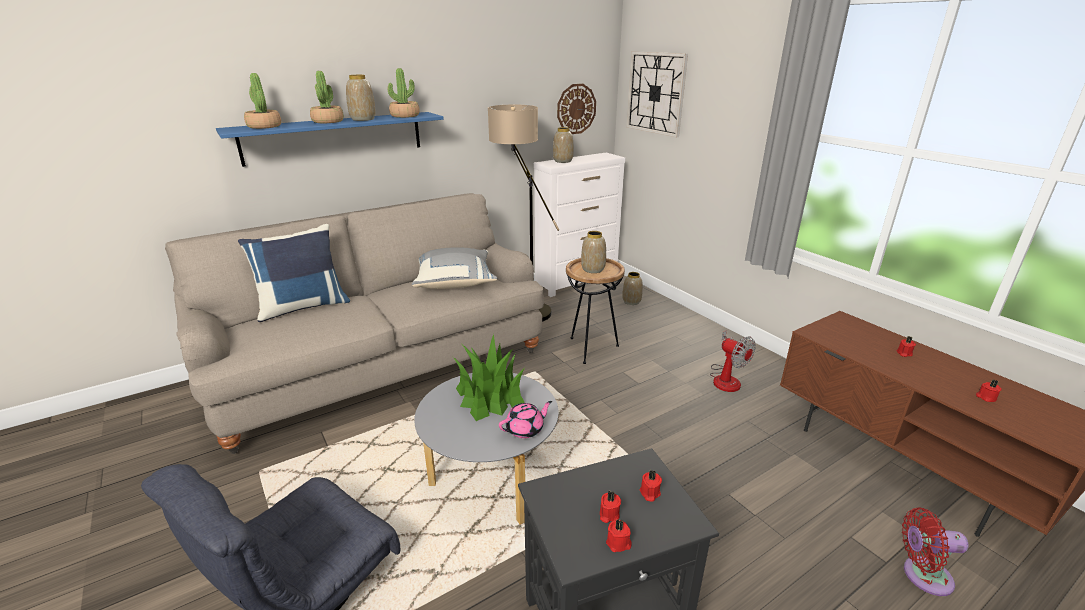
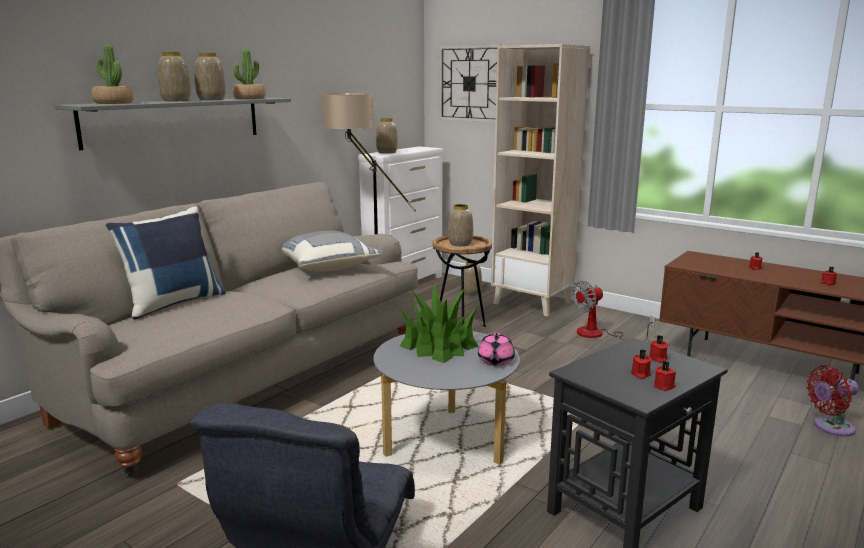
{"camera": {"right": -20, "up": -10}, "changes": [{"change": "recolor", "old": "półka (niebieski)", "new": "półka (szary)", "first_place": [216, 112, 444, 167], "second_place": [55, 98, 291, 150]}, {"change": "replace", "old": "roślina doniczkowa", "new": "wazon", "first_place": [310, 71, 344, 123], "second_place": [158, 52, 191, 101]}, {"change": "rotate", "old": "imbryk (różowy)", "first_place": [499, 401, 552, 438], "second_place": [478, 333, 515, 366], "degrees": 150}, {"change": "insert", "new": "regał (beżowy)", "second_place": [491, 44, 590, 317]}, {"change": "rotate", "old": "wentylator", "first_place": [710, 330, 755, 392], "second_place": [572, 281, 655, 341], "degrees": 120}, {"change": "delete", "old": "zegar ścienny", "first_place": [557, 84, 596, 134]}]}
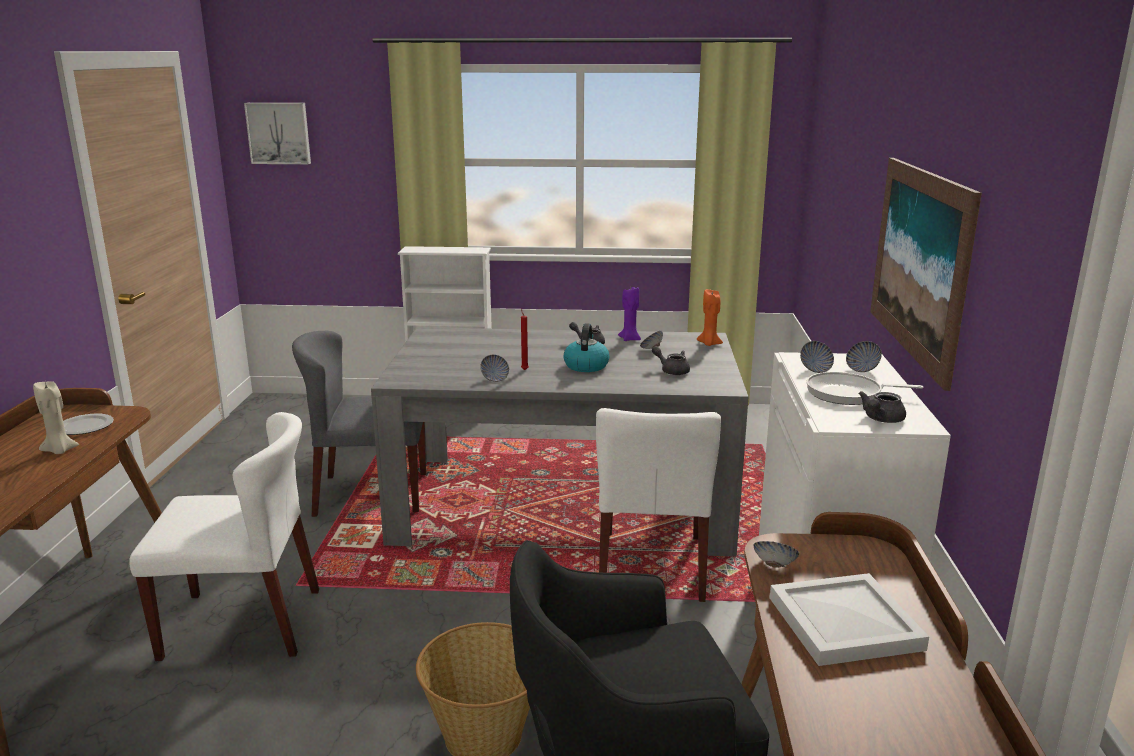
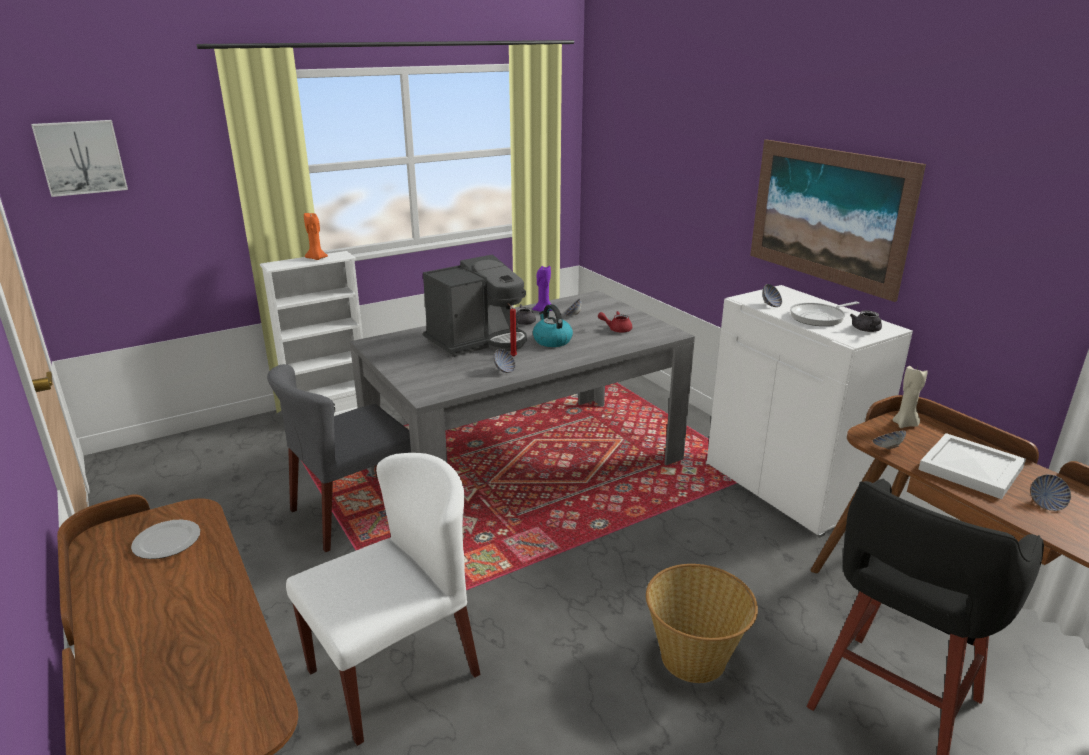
{"camera": {"right": -35, "up": 5}, "changes": [{"change": "move", "old": "świeca (pomarańczowy)", "first_place": [697, 289, 723, 346], "second_place": [304, 213, 328, 260]}, {"change": "insert", "new": "ekspres do kawy", "second_place": [423, 254, 527, 357]}, {"change": "recolor", "old": "imbryk (szary)", "new": "imbryk (czerwony)", "first_place": [652, 346, 690, 375], "second_place": [598, 311, 632, 333]}, {"change": "move", "old": "świeca (beżowy)", "first_place": [33, 381, 79, 454], "second_place": [893, 366, 928, 428]}, {"change": "move", "old": "miska", "first_place": [846, 341, 882, 372], "second_place": [1031, 474, 1071, 511]}, {"change": "delete", "old": "krzesło (biały)", "first_place": [596, 408, 721, 602]}]}
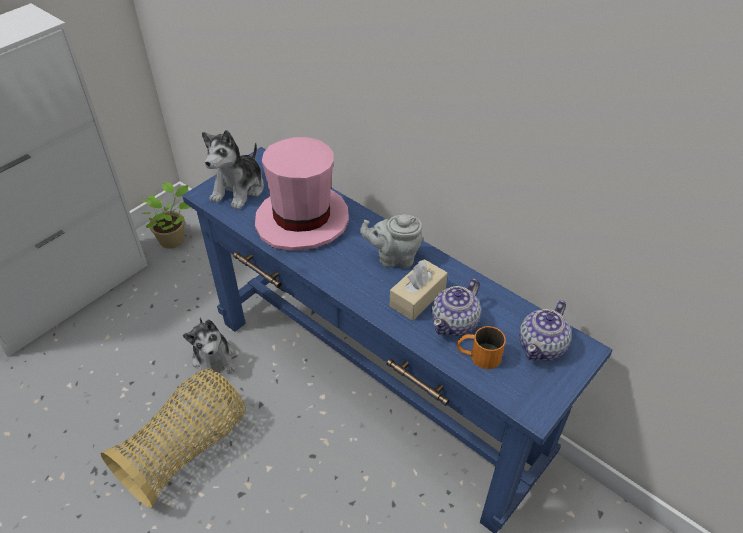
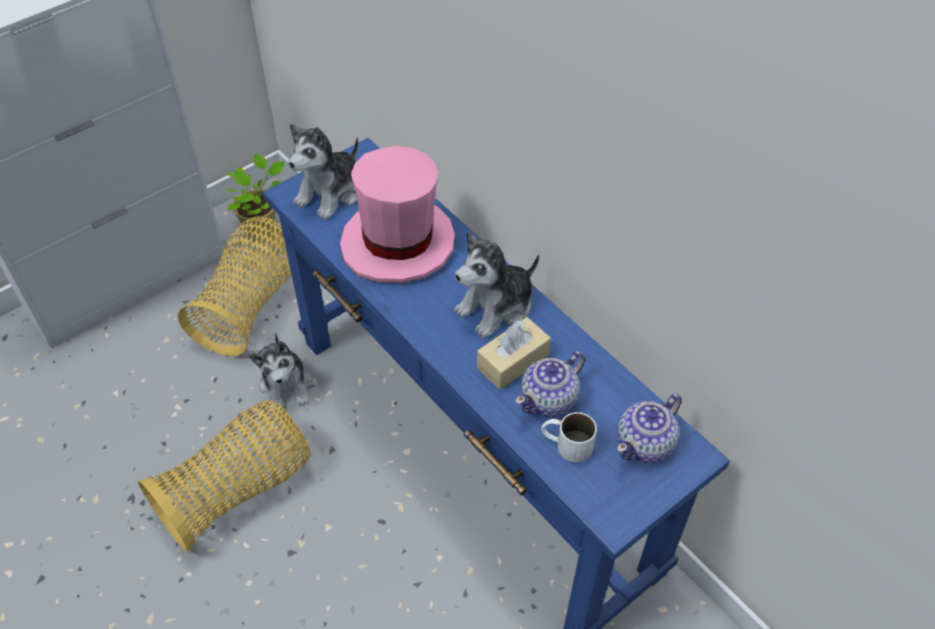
{"camera": {"right": 10, "up": 5}, "changes": [{"change": "insert", "new": "koszyk", "second_place": [178, 216, 291, 356]}, {"change": "replace", "old": "imbryk (szary)", "new": "pluszak", "first_place": [360, 214, 423, 268], "second_place": [454, 231, 539, 338]}, {"change": "recolor", "old": "kubek (pomarańczowy)", "new": "kubek (biały)", "first_place": [457, 326, 506, 369], "second_place": [541, 412, 597, 462]}]}
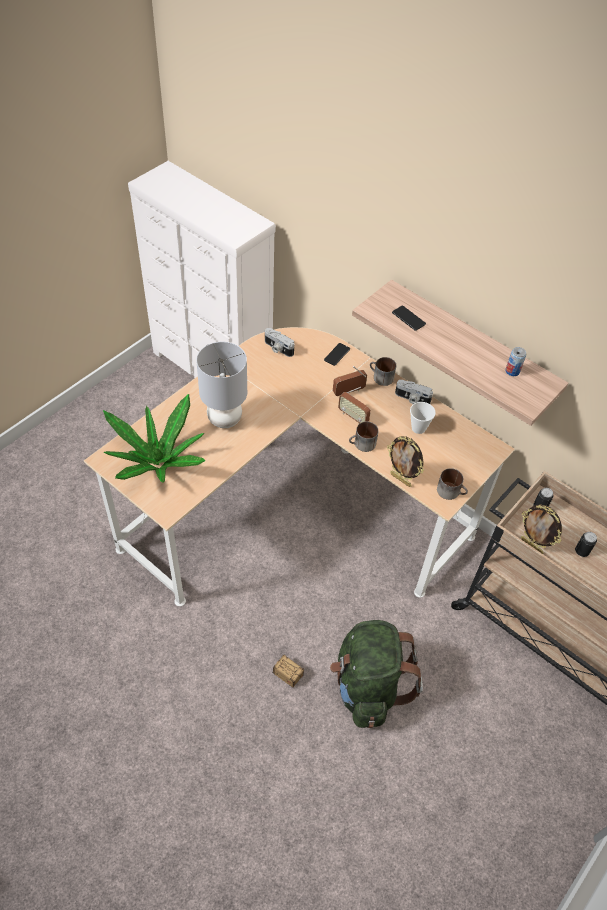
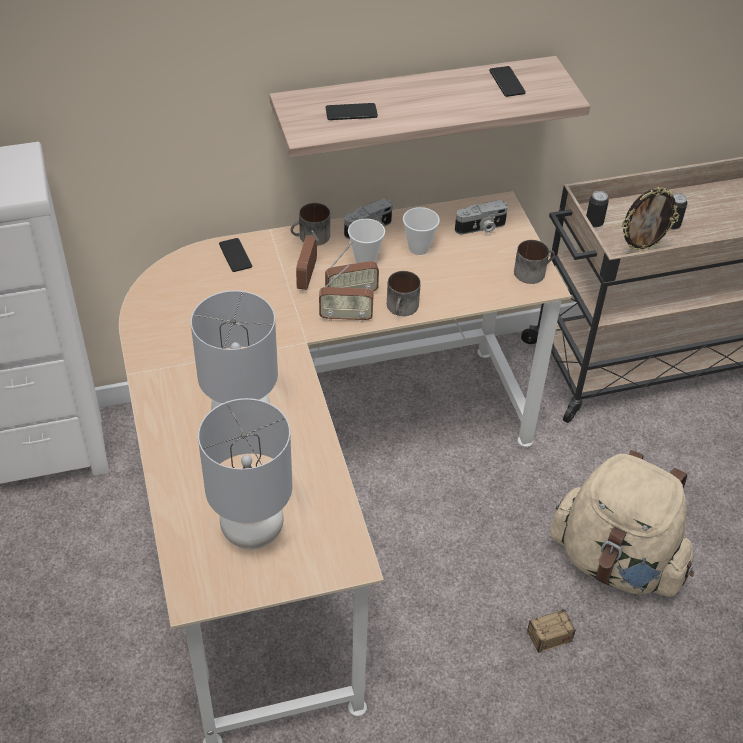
{"camera": {"right": -55, "up": -5}, "changes": [{"change": "replace", "old": "roślina doniczkowa", "new": "lampa stołowa (szary)", "first_place": [103, 394, 206, 483], "second_place": [198, 398, 293, 550]}, {"change": "insert", "new": "radio", "second_place": [319, 265, 374, 323]}, {"change": "insert", "new": "filiżanka", "second_place": [348, 219, 385, 263]}, {"change": "move", "old": "aparat fotograficzny", "first_place": [265, 328, 294, 357], "second_place": [455, 200, 508, 235]}, {"change": "replace", "old": "puszka", "new": "telefon", "first_place": [505, 347, 526, 376], "second_place": [489, 66, 526, 97]}, {"change": "recolor", "old": "plecak (zielony)", "new": "plecak (beżowy)", "first_place": [330, 620, 423, 728], "second_place": [550, 450, 694, 597]}, {"change": "delete", "old": "ramka na zdjęcie", "first_place": [387, 436, 424, 487]}]}
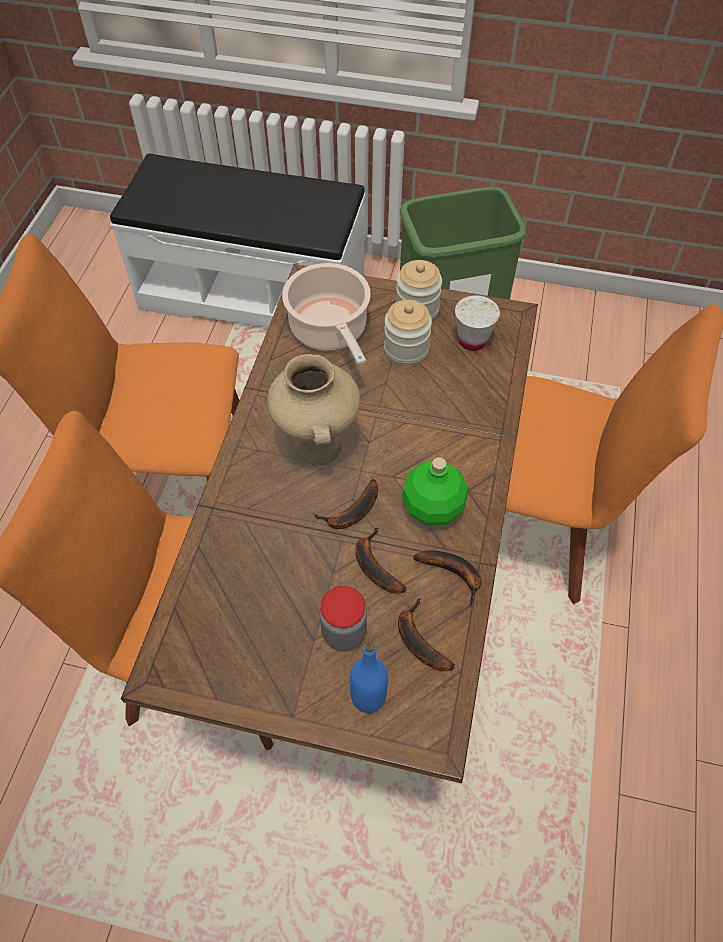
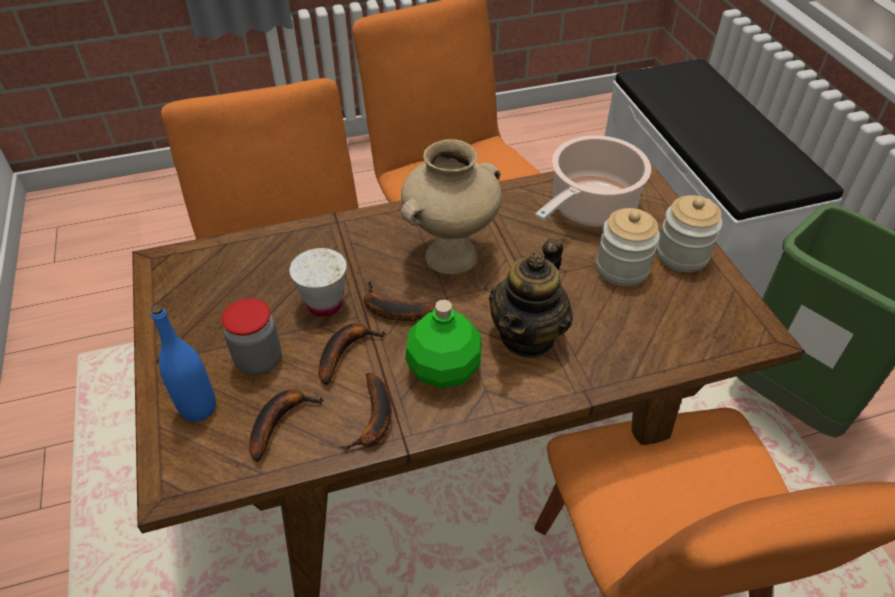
{"camera": {"right": 60, "up": -10}, "changes": [{"change": "move", "old": "filiżanka (biały)", "first_place": [455, 295, 500, 351], "second_place": [289, 248, 347, 317]}, {"change": "insert", "new": "imbryk", "second_place": [489, 238, 573, 358]}]}
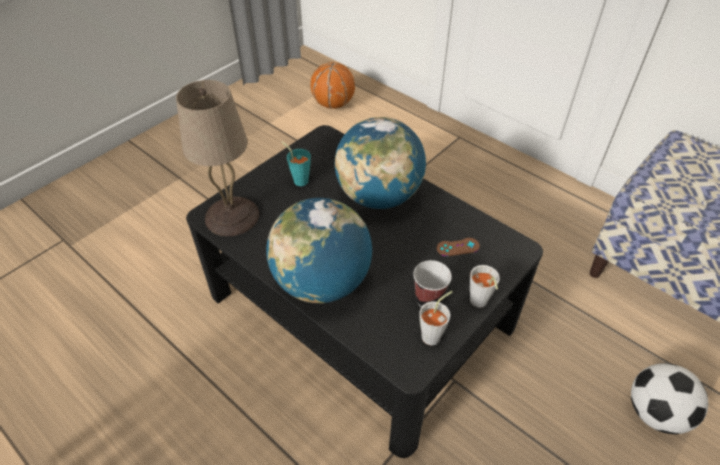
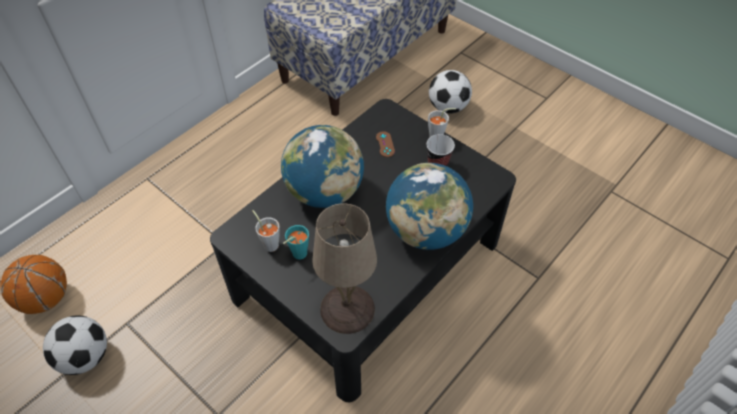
{"camera": {"right": -90, "up": 5}, "changes": [{"change": "insert", "new": "piłka futbolowa", "second_place": [43, 315, 107, 375]}, {"change": "move", "old": "filiżanka (szary)", "first_place": [419, 291, 453, 345], "second_place": [252, 210, 280, 252]}]}
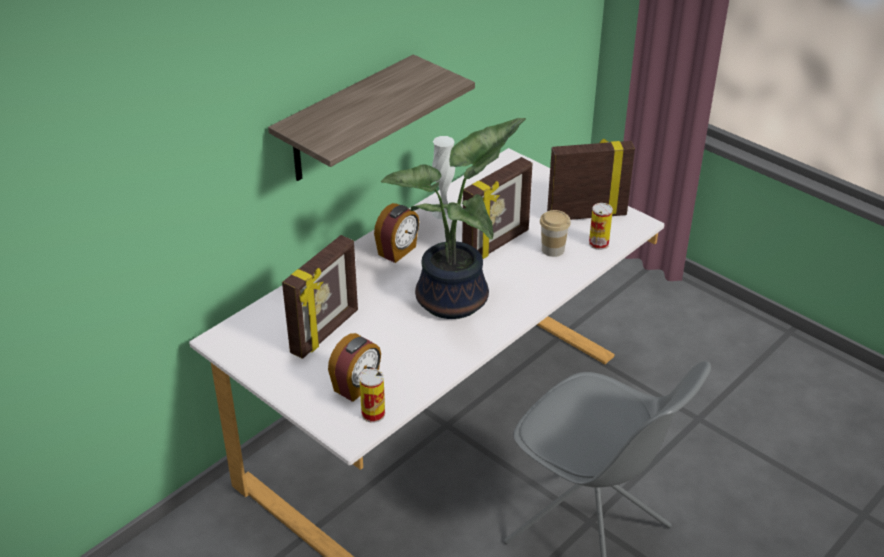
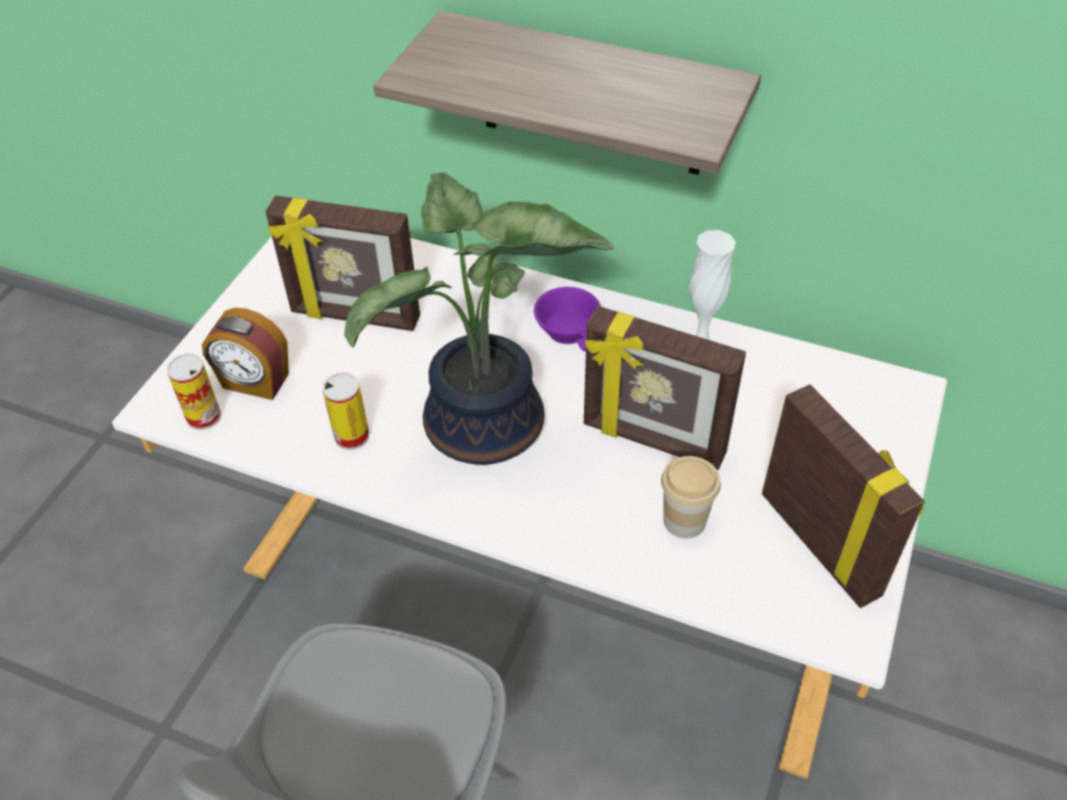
{"camera": {"right": 70, "up": 10}, "changes": [{"change": "move", "old": "puszka", "first_place": [589, 203, 613, 250], "second_place": [322, 372, 369, 450]}, {"change": "replace", "old": "budzik", "new": "filiżanka (fioletowy)", "first_place": [374, 203, 419, 263], "second_place": [534, 287, 601, 352]}]}
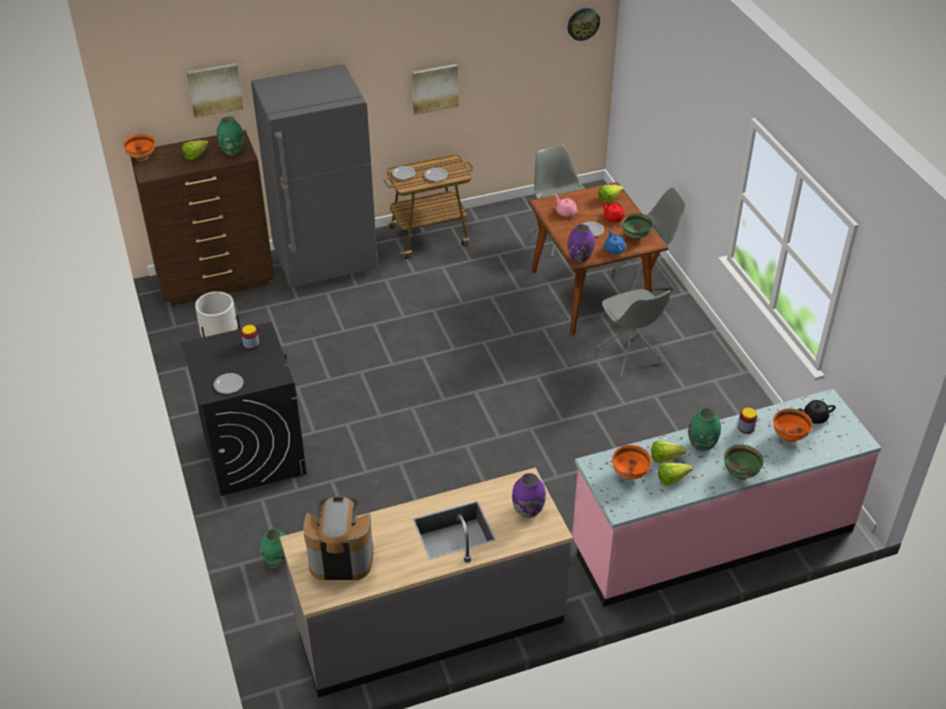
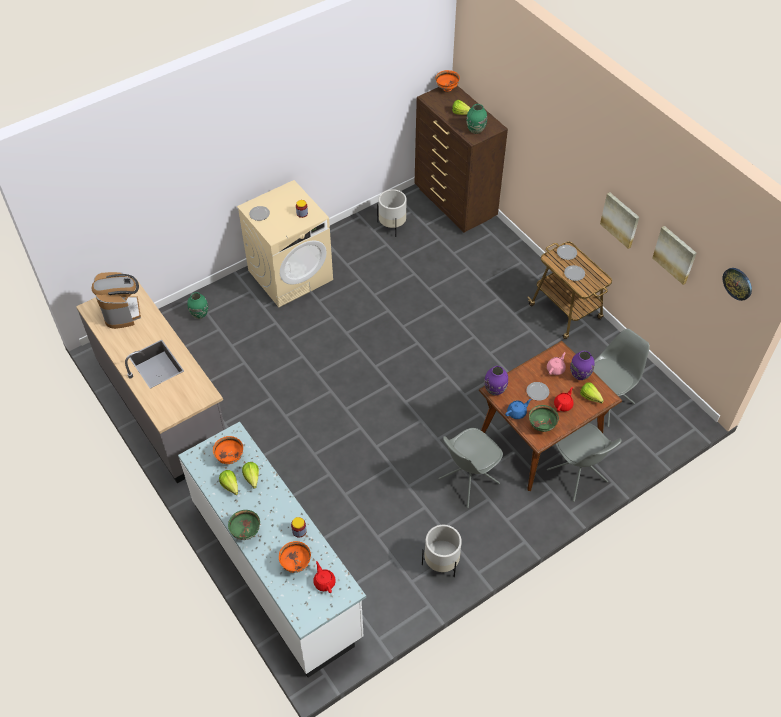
{"camera": {"right": 75, "up": 10}, "changes": [{"change": "recolor", "old": "zabudowa kuchenna (różowy)", "new": "zabudowa kuchenna (biały)", "first_place": [572, 389, 881, 607], "second_place": [178, 422, 366, 678]}, {"change": "recolor", "old": "pralka (czarny)", "new": "pralka (beżowy)", "first_place": [181, 322, 307, 496], "second_place": [237, 180, 333, 307]}, {"change": "recolor", "old": "imbryk (czarny)", "new": "imbryk (czerwony)", "first_place": [798, 400, 836, 424], "second_place": [313, 561, 336, 593]}, {"change": "insert", "new": "donica (biały)", "second_place": [422, 525, 462, 577]}, {"change": "move", "old": "wazon (fioletowy)", "first_place": [512, 473, 546, 518], "second_place": [570, 351, 595, 380]}, {"change": "move", "old": "obraz", "first_place": [186, 63, 243, 118], "second_place": [652, 226, 696, 285]}, {"change": "delete", "old": "lodówka (szary)", "first_place": [251, 64, 378, 287]}, {"change": "delete", "old": "wazon (zielony)", "first_place": [688, 408, 721, 451]}]}
